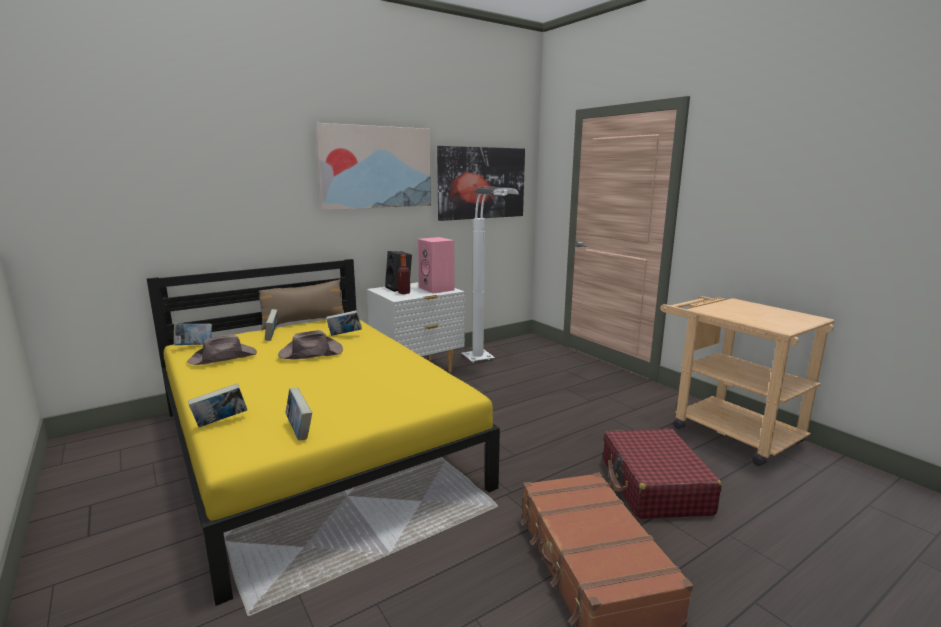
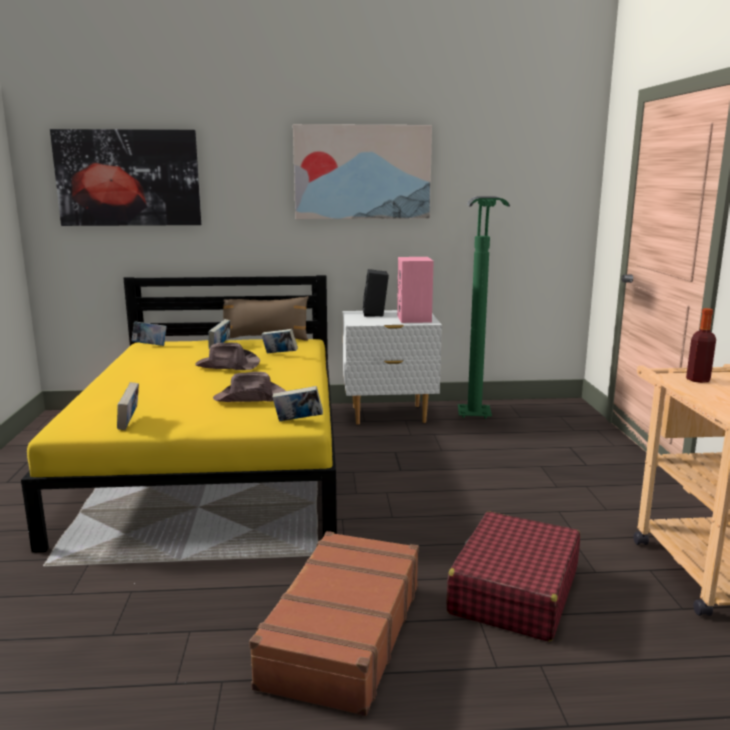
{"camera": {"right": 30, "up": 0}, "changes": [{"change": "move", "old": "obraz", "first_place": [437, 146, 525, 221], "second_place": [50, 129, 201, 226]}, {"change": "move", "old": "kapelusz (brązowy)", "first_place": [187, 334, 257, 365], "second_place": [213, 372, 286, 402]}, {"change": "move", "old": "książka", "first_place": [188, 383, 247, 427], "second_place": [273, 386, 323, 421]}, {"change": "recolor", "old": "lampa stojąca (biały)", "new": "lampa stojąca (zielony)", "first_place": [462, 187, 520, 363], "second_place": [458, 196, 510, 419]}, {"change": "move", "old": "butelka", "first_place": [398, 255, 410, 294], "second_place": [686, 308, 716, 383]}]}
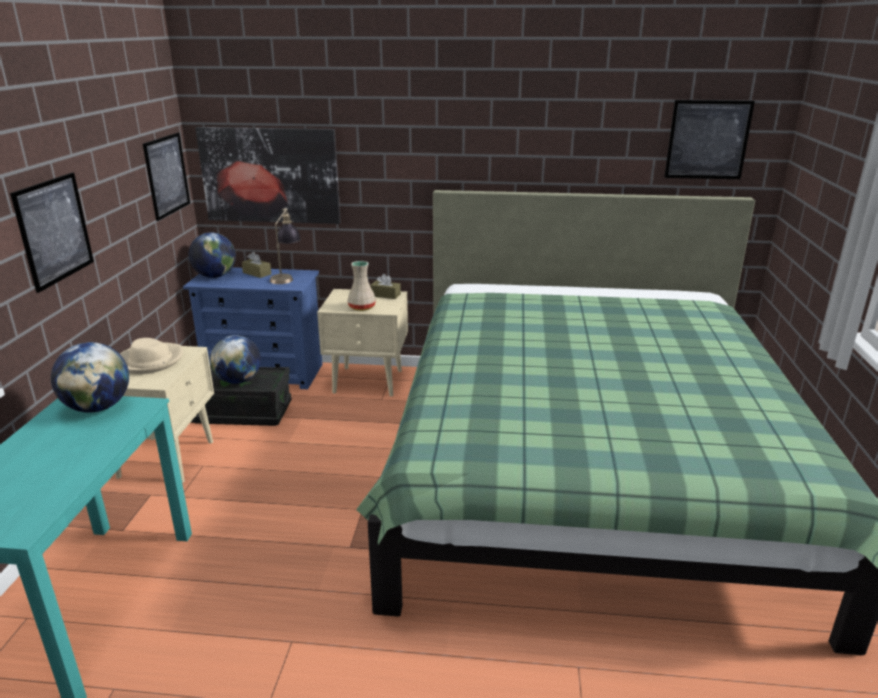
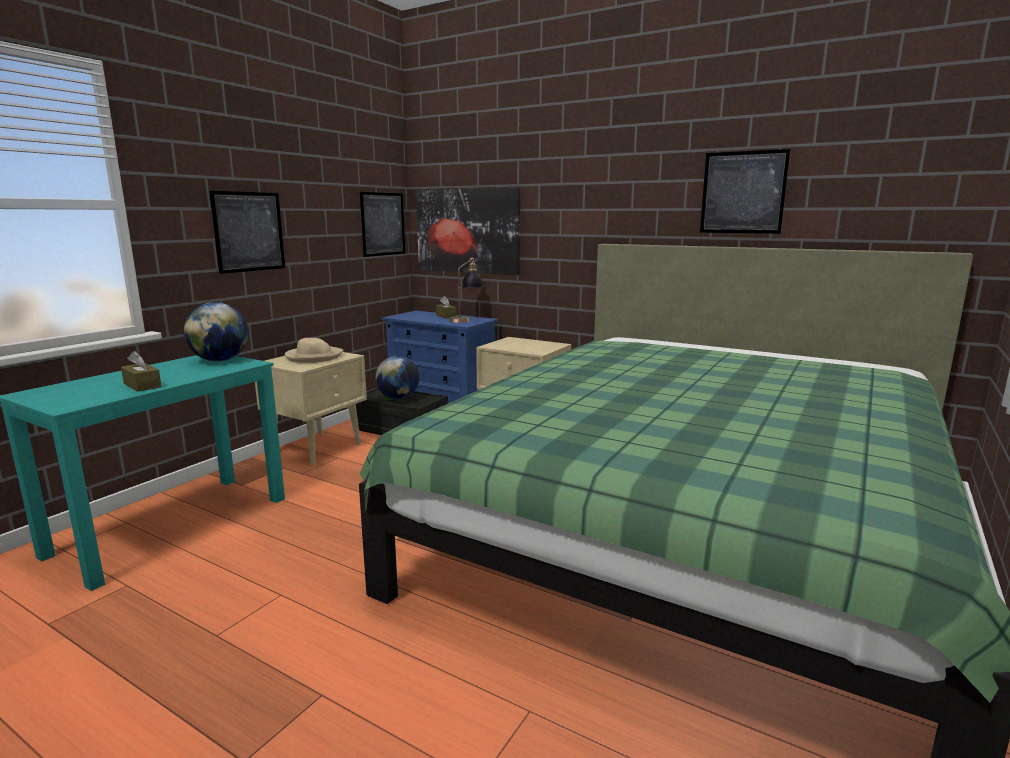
{"camera": {"right": 25, "up": -10}, "changes": [{"change": "move", "old": "pudełko chusteczek (brązowy)", "first_place": [370, 274, 401, 299], "second_place": [121, 351, 162, 392]}, {"change": "move", "old": "obraz", "first_place": [664, 100, 755, 179], "second_place": [700, 149, 791, 234]}, {"change": "delete", "old": "globus", "first_place": [189, 232, 236, 278]}, {"change": "delete", "old": "wazon (beżowy)", "first_place": [347, 261, 376, 311]}]}
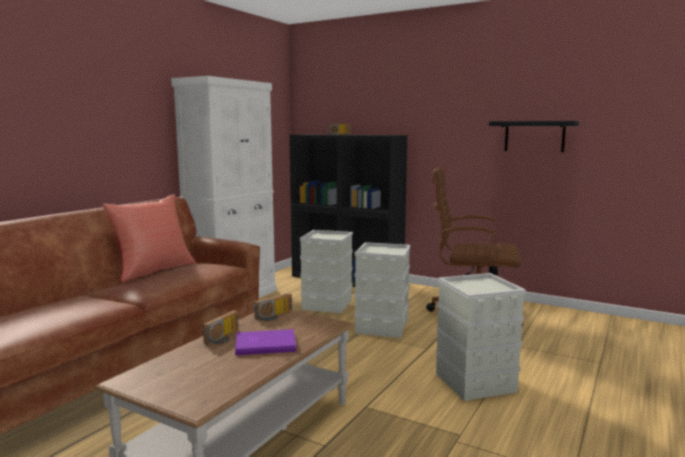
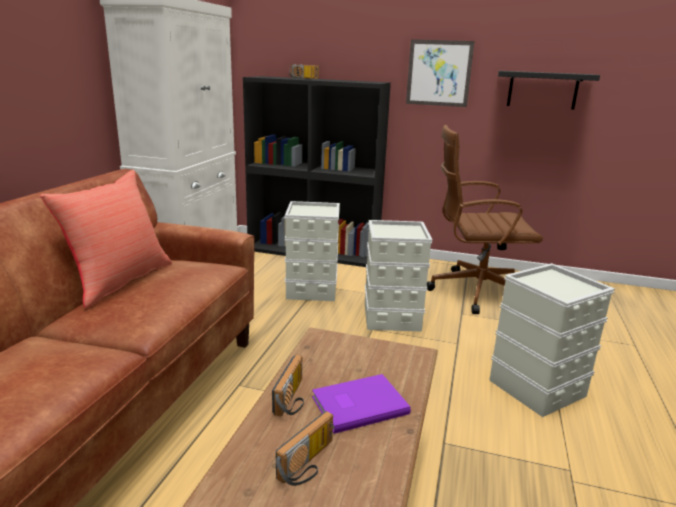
{"camera": {"right": -15, "up": 10}, "changes": [{"change": "move", "old": "radio", "first_place": [254, 293, 292, 321], "second_place": [276, 411, 333, 486]}, {"change": "insert", "new": "obraz", "second_place": [406, 39, 475, 107]}]}
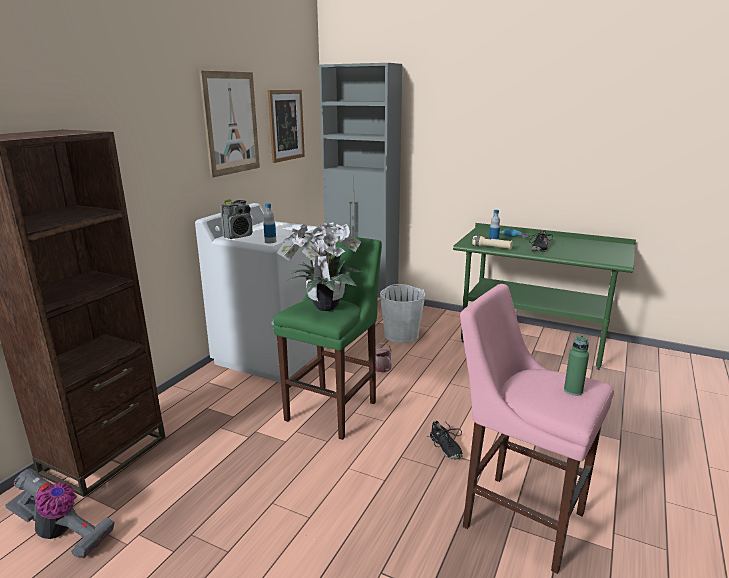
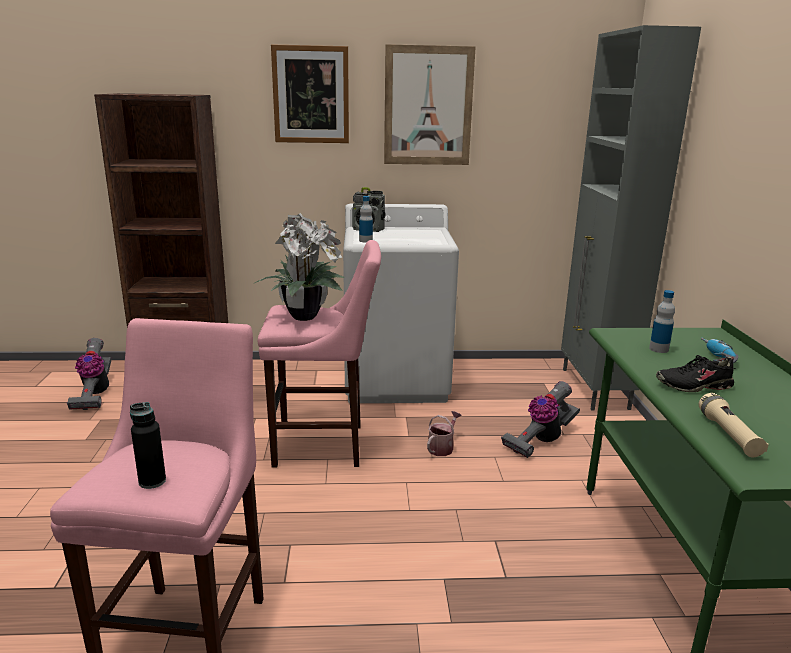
{"camera": {"right": 60, "up": 0}, "changes": [{"change": "recolor", "old": "butelka (zielony)", "new": "butelka (czarny)", "first_place": [564, 335, 589, 396], "second_place": [130, 402, 166, 489]}, {"change": "recolor", "old": "stołek (zielony)", "new": "stołek (różowy)", "first_place": [273, 237, 382, 440], "second_place": [258, 240, 381, 467]}, {"change": "move", "old": "obraz", "first_place": [268, 90, 305, 163], "second_place": [271, 44, 349, 143]}, {"change": "replace", "old": "wiadro (biały)", "new": "odkurzacz", "first_place": [380, 284, 425, 343], "second_place": [501, 381, 580, 458]}, {"change": "move", "old": "latarka (beżowy)", "first_place": [472, 235, 513, 250], "second_place": [699, 393, 769, 457]}, {"change": "delete", "old": "but (czarny)", "first_place": [427, 421, 463, 460]}]}
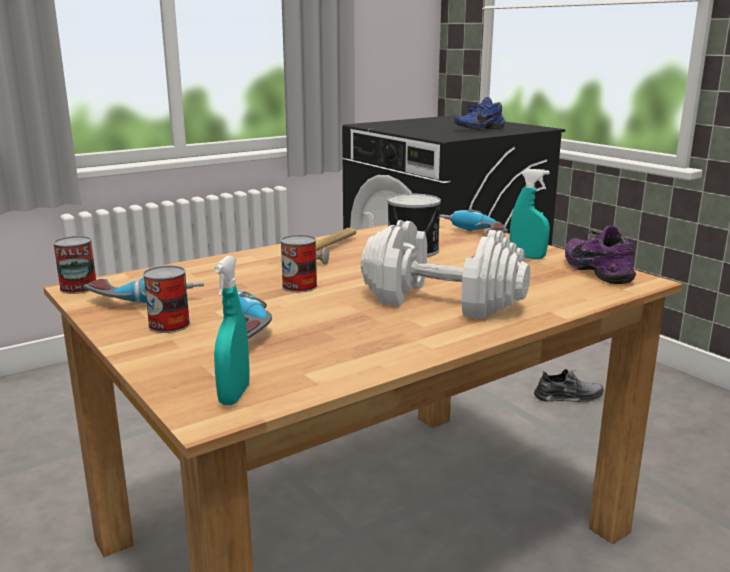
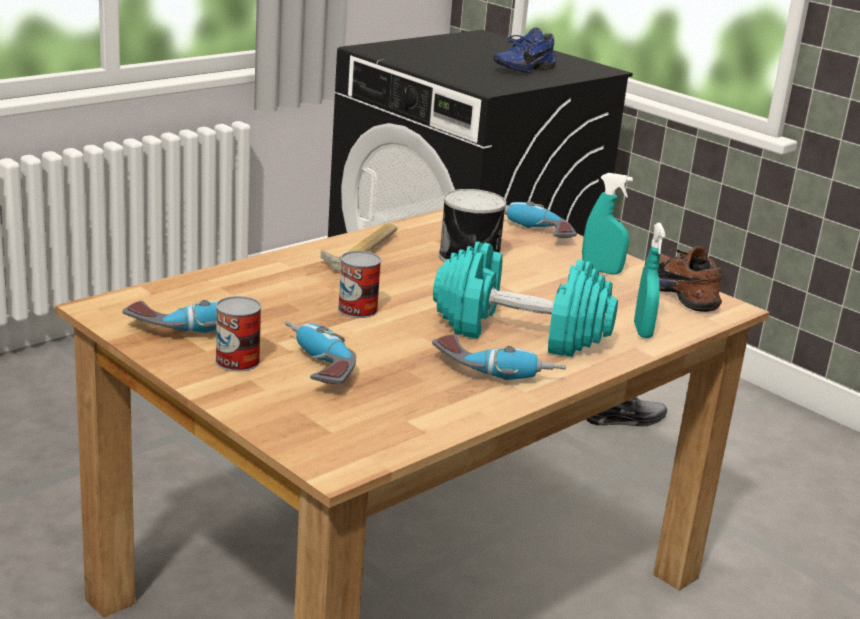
{"camera": {"right": -10, "up": 5}, "changes": [{"change": "insert", "new": "wiertarka", "second_place": [432, 335, 566, 380]}, {"change": "recolor", "old": "hantel (biały)", "new": "hantel (turkusowy)", "first_place": [361, 220, 530, 320], "second_place": [433, 241, 618, 357]}, {"change": "move", "old": "spryskiwacz (turkusowy)", "first_place": [214, 256, 250, 405], "second_place": [634, 223, 665, 338]}, {"change": "recolor", "old": "but (fioletowy)", "new": "but (brązowy)", "first_place": [565, 226, 636, 284], "second_place": [645, 246, 722, 312]}, {"change": "delete", "old": "puszka", "first_place": [53, 236, 96, 294]}]}
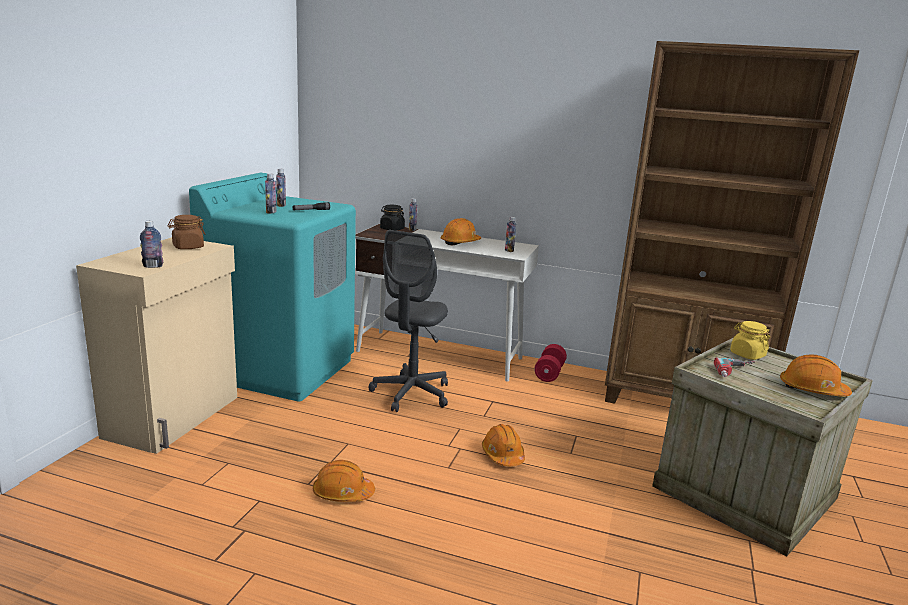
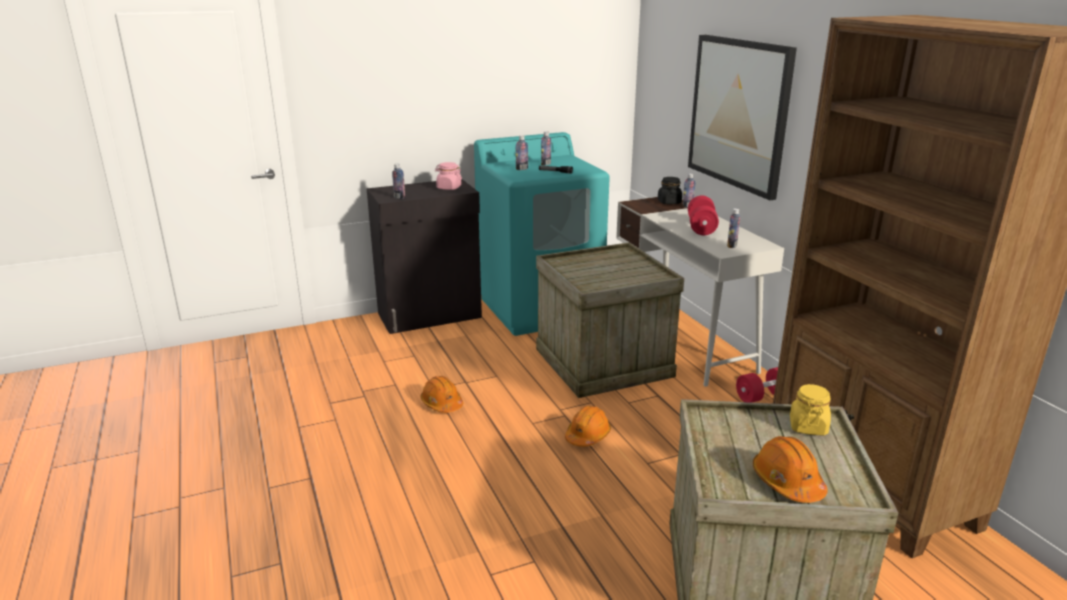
{"camera": {"right": 50, "up": 5}, "changes": [{"change": "recolor", "old": "szafka (beżowy)", "new": "szafka (czarny)", "first_place": [76, 237, 237, 454], "second_place": [367, 179, 482, 334]}, {"change": "recolor", "old": "słoik (brązowy)", "new": "słoik (różowy)", "first_place": [168, 215, 206, 249], "second_place": [435, 162, 462, 190]}, {"change": "replace", "old": "krzesło biurowe (szary)", "new": "skrzynka", "first_place": [368, 230, 448, 412], "second_place": [536, 242, 684, 398]}, {"change": "insert", "new": "obraz", "second_place": [688, 35, 797, 200]}, {"change": "replace", "old": "kask (pomarańczowy)", "new": "hantel (czerwony)", "first_place": [441, 218, 481, 245], "second_place": [688, 196, 719, 235]}, {"change": "delete", "old": "wiertarka", "first_place": [714, 357, 755, 377]}]}
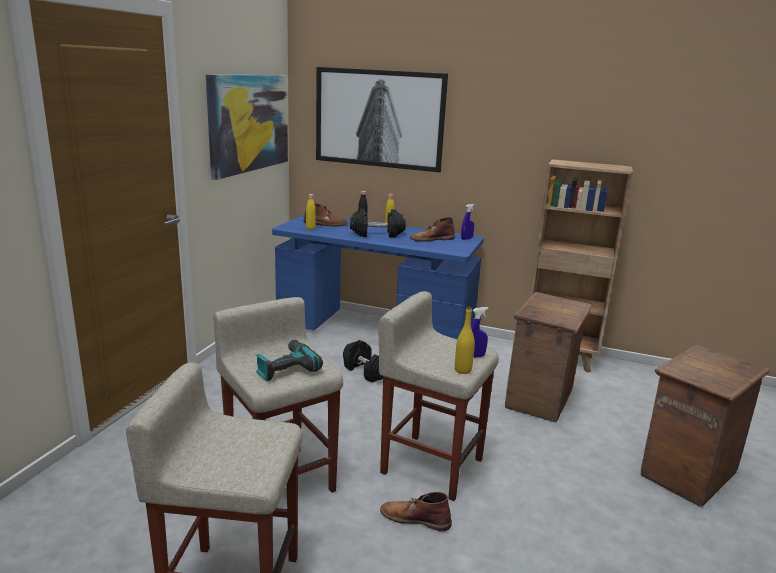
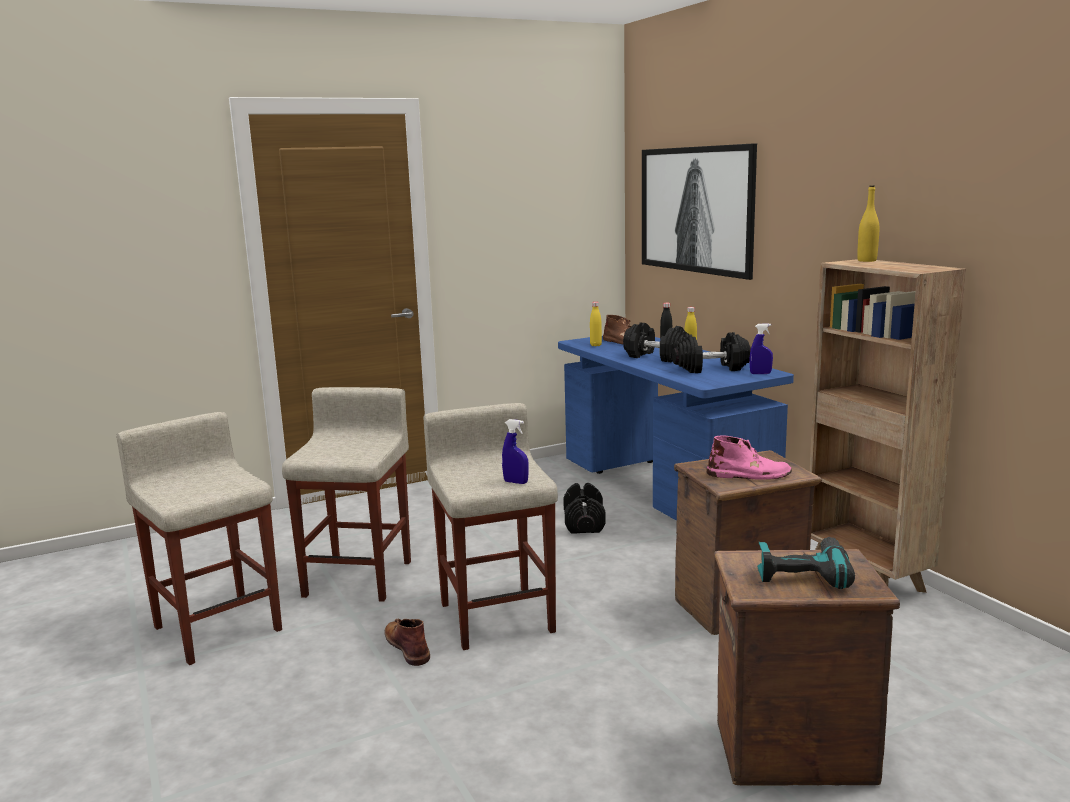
{"camera": {"right": 45, "up": -5}, "changes": [{"change": "replace", "old": "but z cholewką (brązowy)", "new": "hantel (czarny)", "first_place": [410, 217, 455, 242], "second_place": [672, 332, 751, 373]}, {"change": "insert", "new": "but z cholewką (różowy)", "second_place": [707, 435, 792, 480]}, {"change": "move", "old": "wiertarka", "first_place": [256, 340, 323, 381], "second_place": [757, 537, 855, 589]}, {"change": "move", "old": "butelka (żółty)", "first_place": [455, 307, 475, 374], "second_place": [857, 185, 879, 262]}, {"change": "delete", "old": "obraz", "first_place": [206, 75, 288, 180]}]}
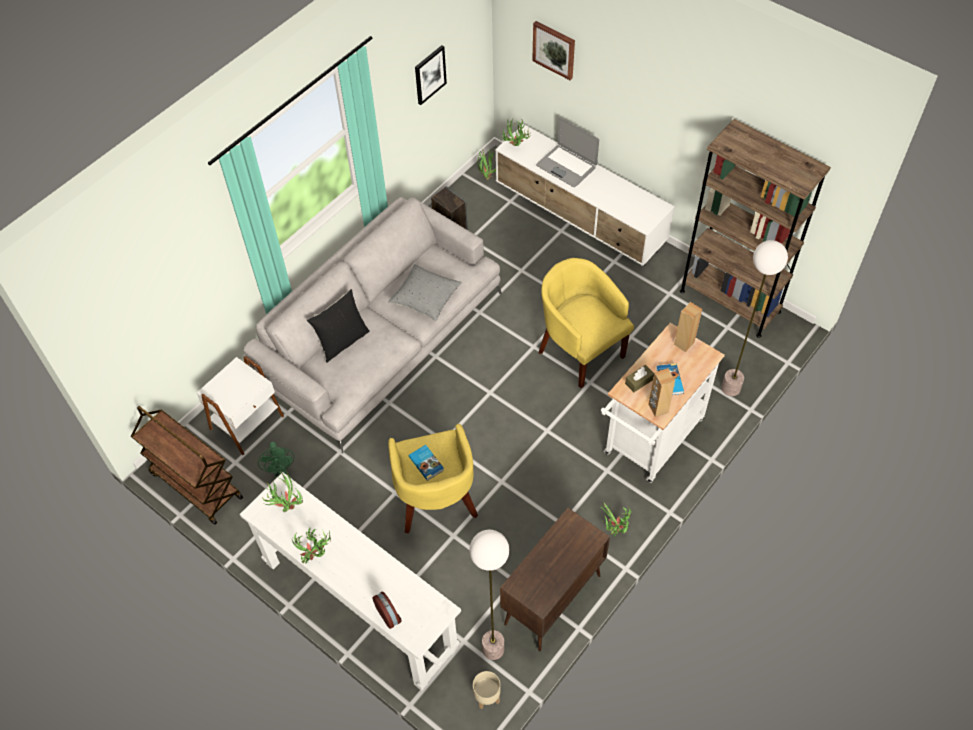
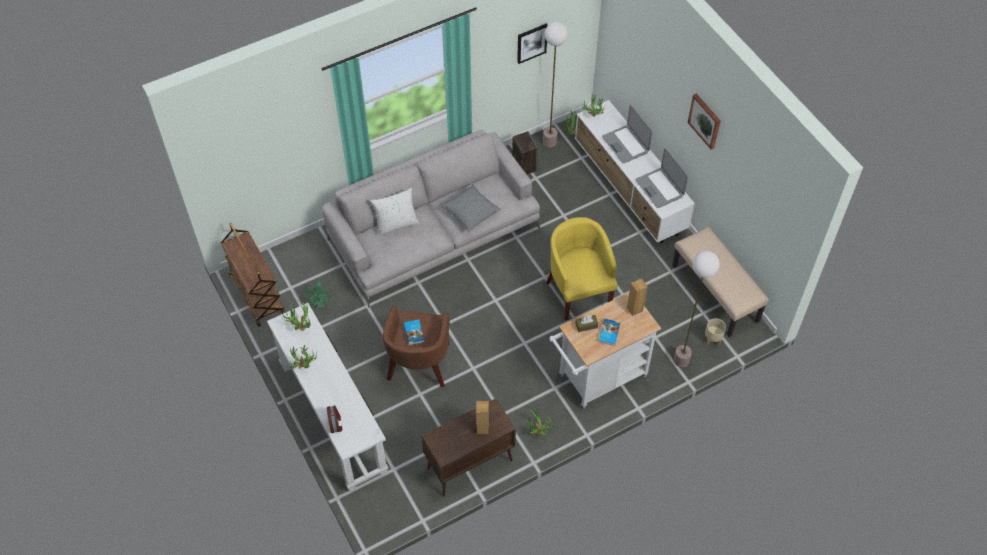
{"camera": {"right": 20, "up": 0}, "changes": [{"change": "recolor", "old": "poduszka (czarny)", "new": "poduszka (biały)", "first_place": [307, 289, 370, 363], "second_place": [370, 188, 419, 237]}, {"change": "recolor", "old": "fotel (żółty)", "new": "fotel (brązowy)", "first_place": [388, 424, 478, 534], "second_place": [383, 305, 450, 387]}, {"change": "move", "old": "głośnik (brązowy)", "first_place": [648, 368, 675, 417], "second_place": [476, 401, 489, 434]}, {"change": "move", "old": "lampa stojąca", "first_place": [469, 530, 509, 660], "second_place": [543, 22, 568, 147]}, {"change": "insert", "new": "laptop", "second_place": [635, 148, 688, 208]}, {"change": "replace", "old": "regał (brązowy)", "new": "ławka (beżowy)", "first_place": [680, 119, 831, 338], "second_place": [672, 227, 769, 337]}, {"change": "move", "old": "obraz", "first_place": [532, 21, 575, 80], "second_place": [688, 94, 721, 149]}, {"change": "move", "old": "donica (beżowy)", "first_place": [473, 671, 501, 709], "second_place": [705, 318, 726, 347]}, {"change": "delete", "old": "stolik (biały)", "first_place": [197, 356, 284, 455]}]}
